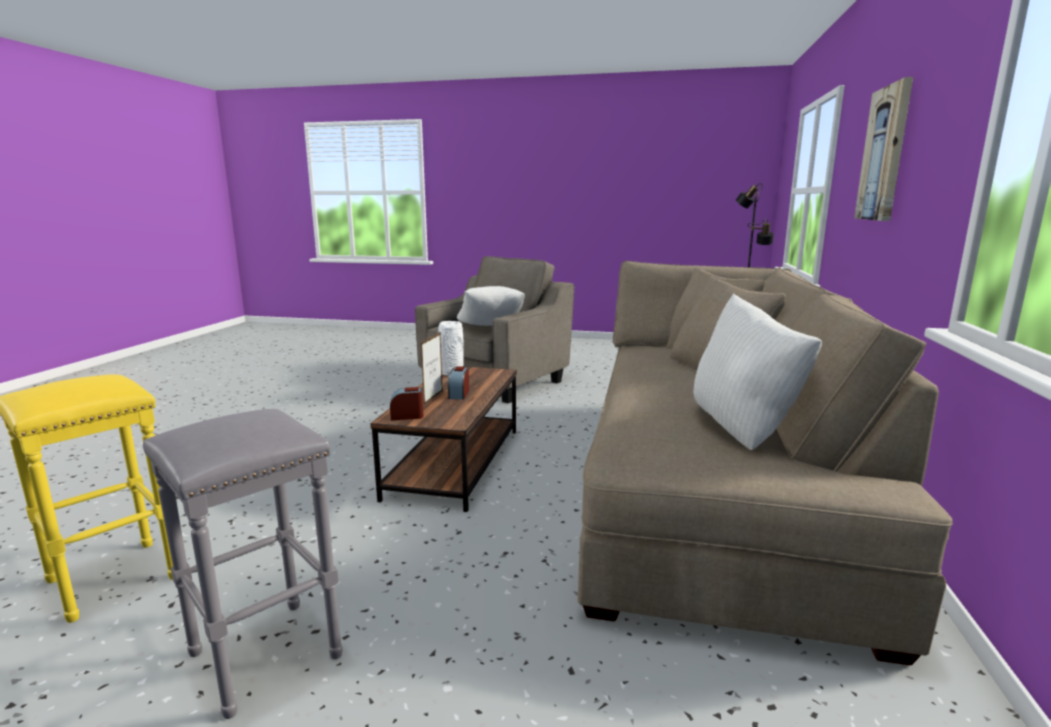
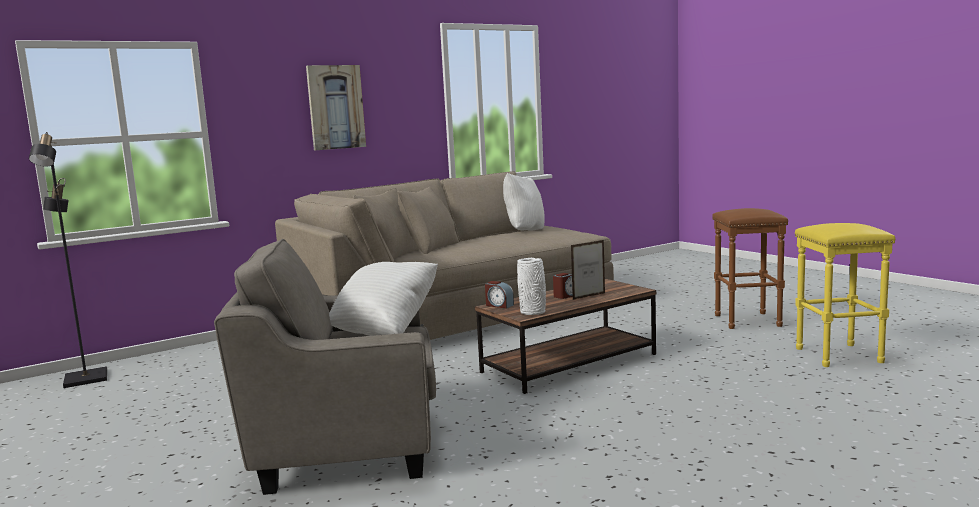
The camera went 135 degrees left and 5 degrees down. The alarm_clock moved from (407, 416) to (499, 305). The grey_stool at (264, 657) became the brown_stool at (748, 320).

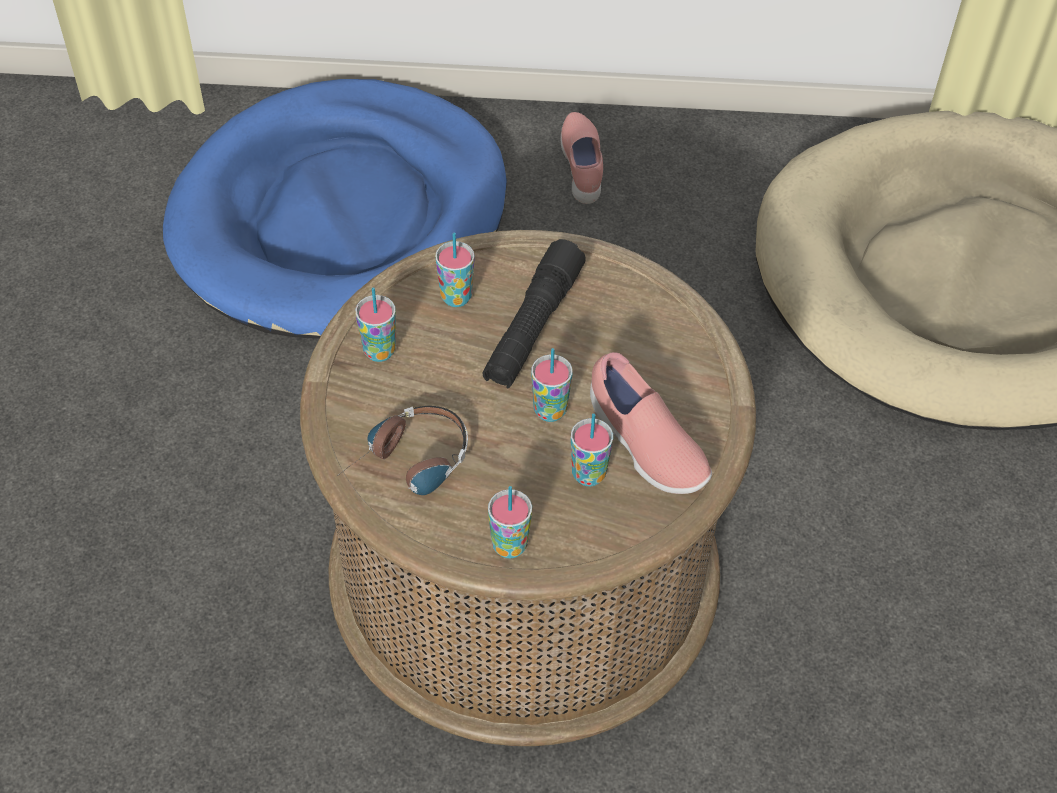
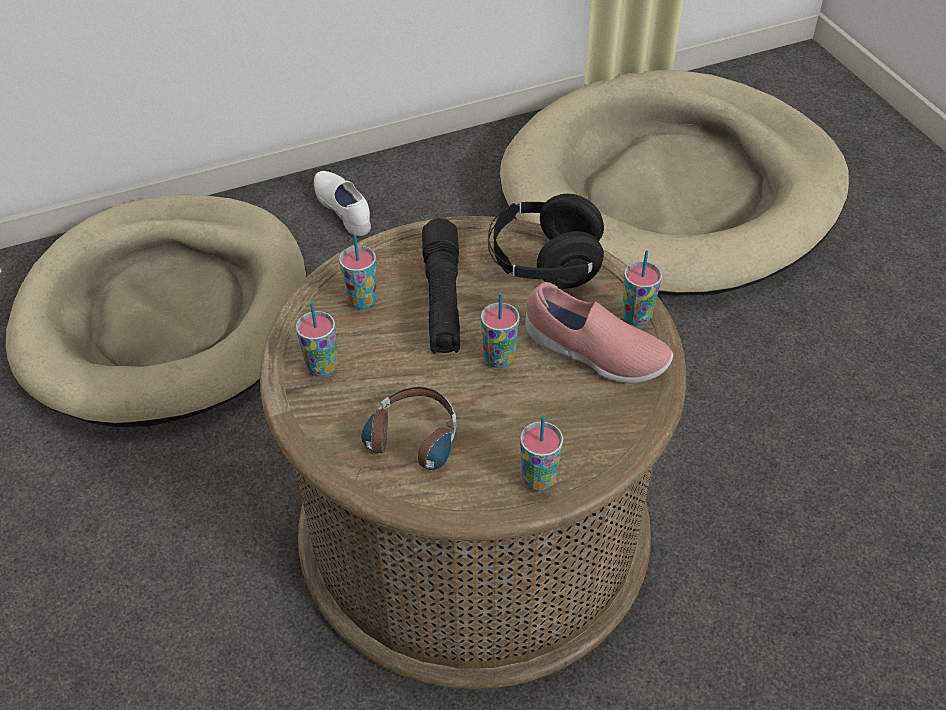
The camera went 25 degrees left and 5 degrees down. The blue_dog_bed at (341, 218) became the beige_dog_bed at (167, 314). The pink_shoe at (583, 167) became the white_shoe at (345, 211). The cup moved from (588, 474) to (636, 317). The black_headphones at (544, 264) appeared.

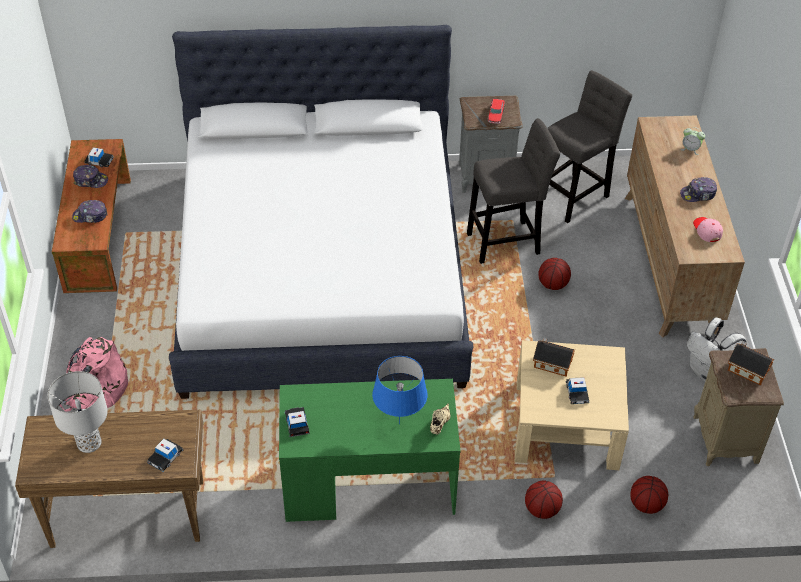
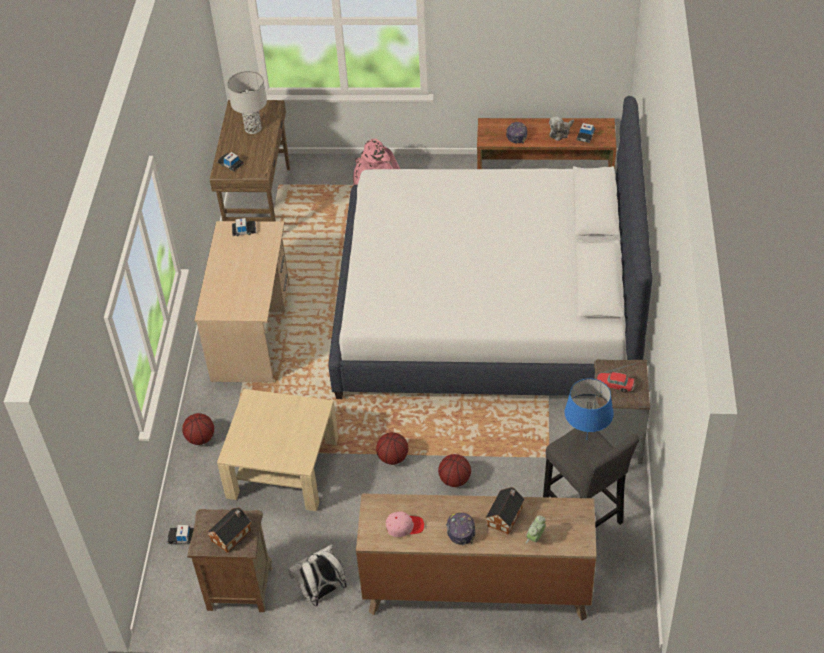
The camera went 100 degrees right and 0 degrees up. The grey_stool at (507, 242) disappeared. The cap at (91, 180) was replaced by the plush_toy at (560, 132). The toy_house moved from (551, 363) to (506, 516). The blue_table_lamp moved from (399, 424) to (586, 440). The toy_car moved from (577, 393) to (182, 537). The green_desk at (368, 485) became the beige_desk at (251, 331). The beige_shoe at (439, 424) disappeared. The basketball moved from (646, 505) to (393, 457).

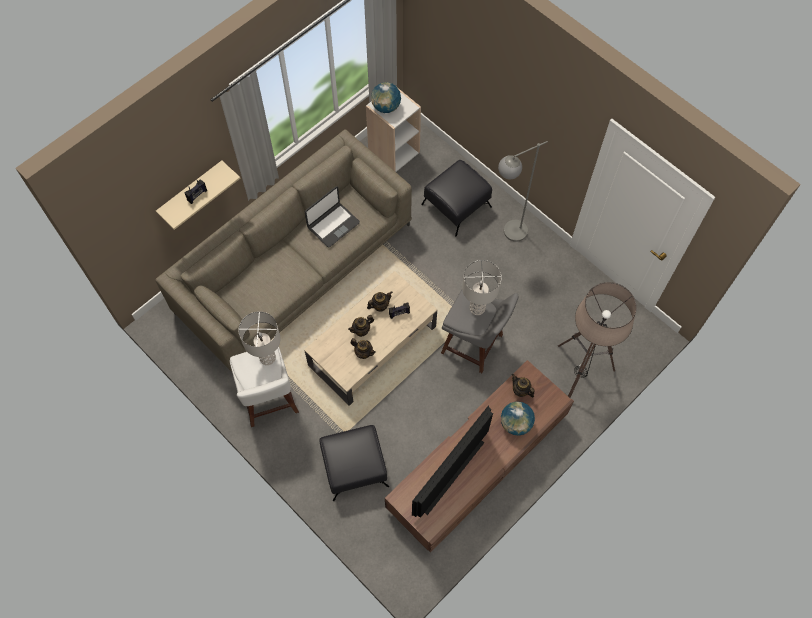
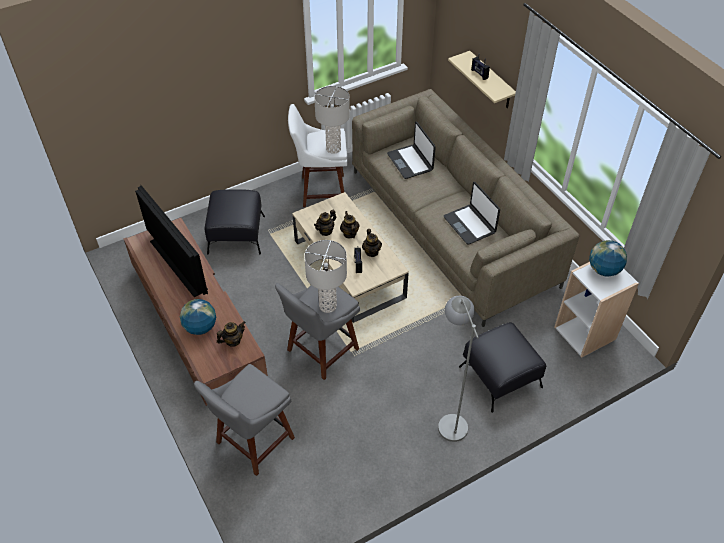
The camera went 105 degrees right and 15 degrees down. The floor_lamp at (580, 372) was replaced by the grey_stool at (252, 442). The laptop at (410, 162) appeared.

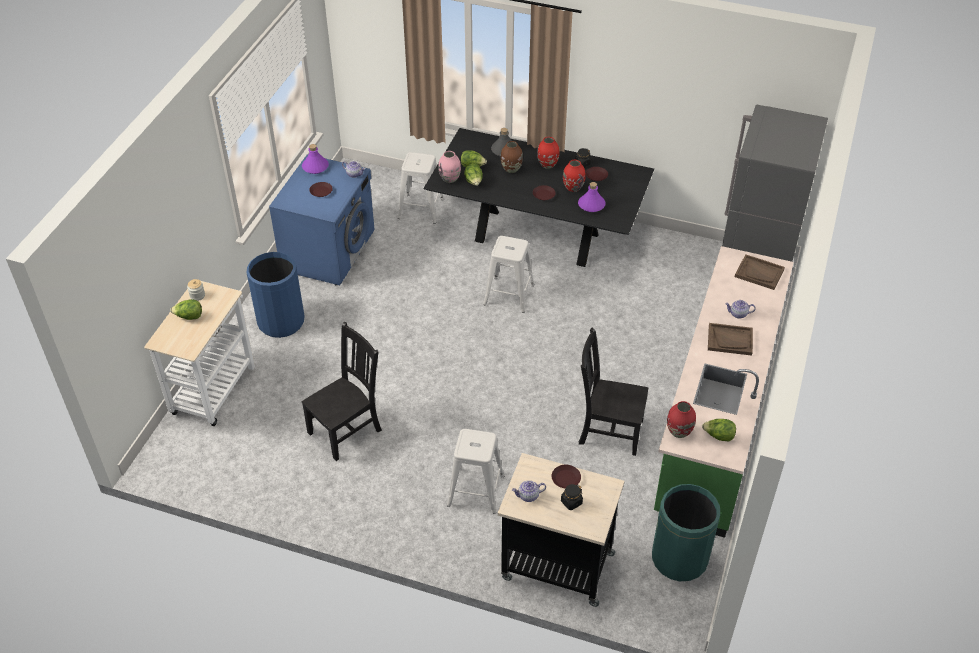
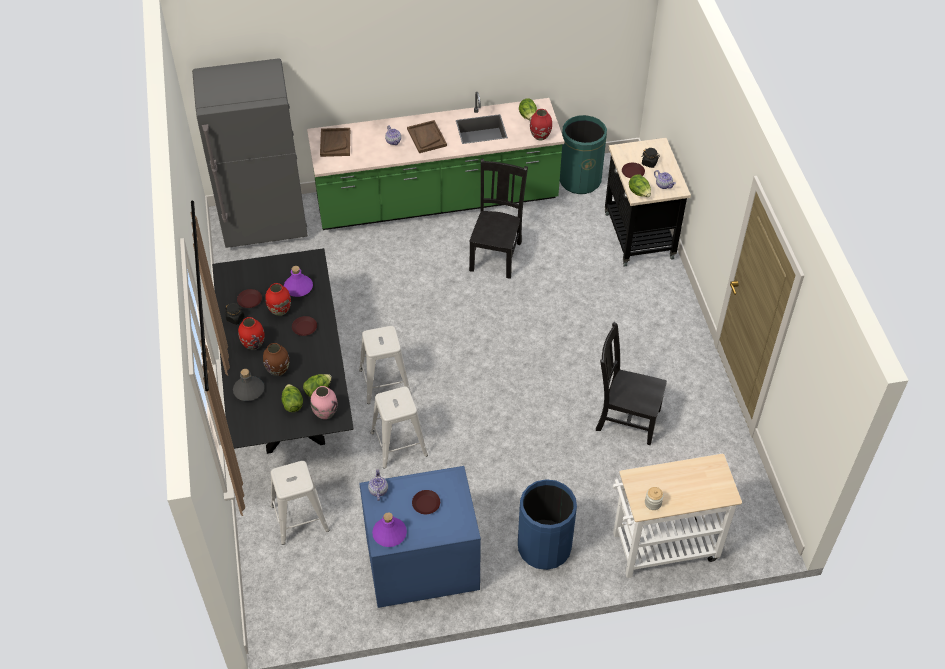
The camera went 120 degrees left and 5 degrees up. The lettuce moved from (189, 317) to (639, 193). The black_chair at (608, 431) turned 150 degrees counterclockwise. The white_stool moved from (475, 490) to (399, 444).

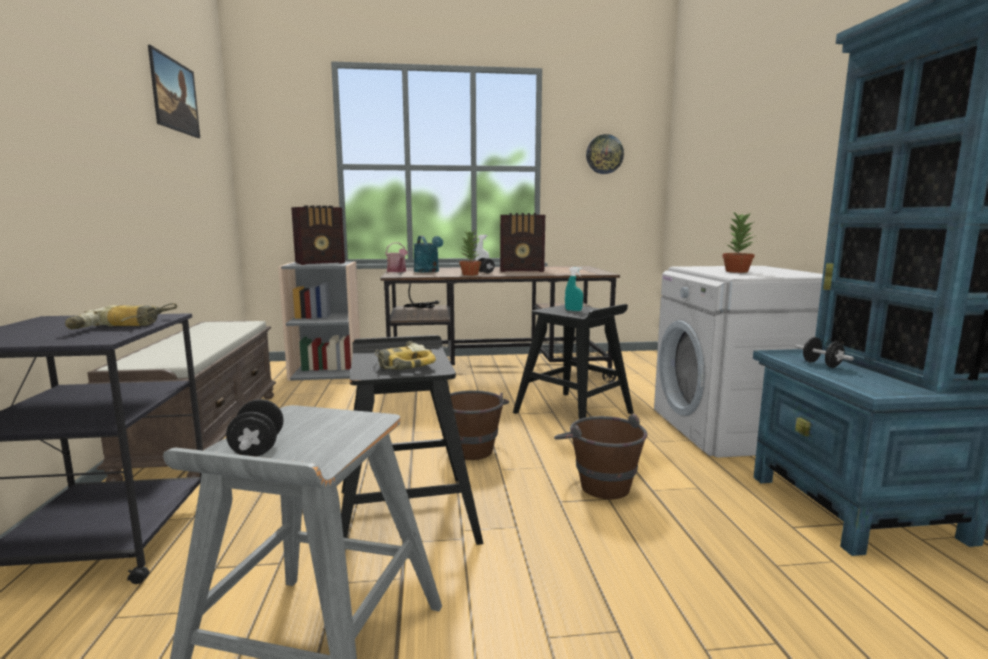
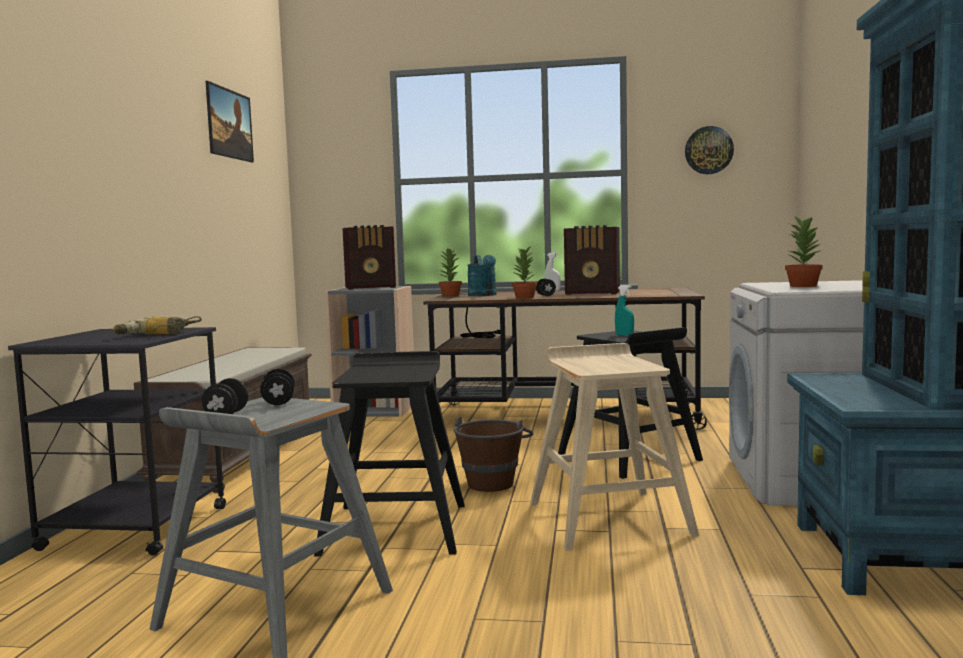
The camera went 15 degrees right and 5 degrees down. The watering_can at (397, 271) was replaced by the potted_plant at (450, 295). The black_dumbbell moved from (821, 365) to (278, 402). The power_drill at (401, 365) disappeared. The brown_bucket at (598, 482) was replaced by the beige_stool at (608, 518).

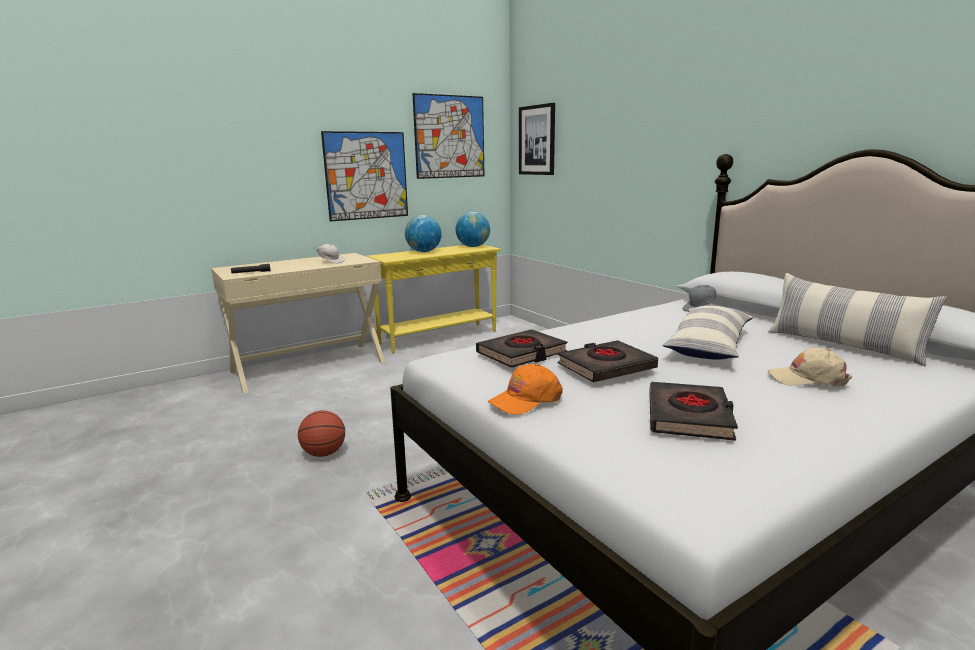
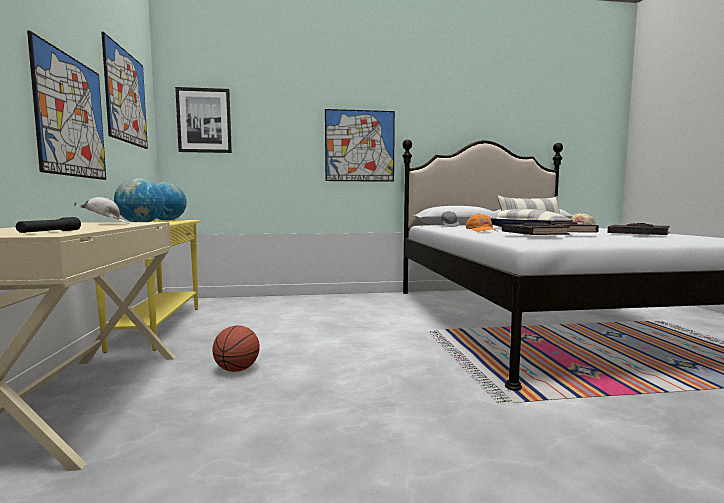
The camera went 65 degrees left and 10 degrees down. The orange_cap moved from (525, 400) to (481, 230). The basketball moved from (324, 453) to (237, 369). The picture at (359, 146) appeared.

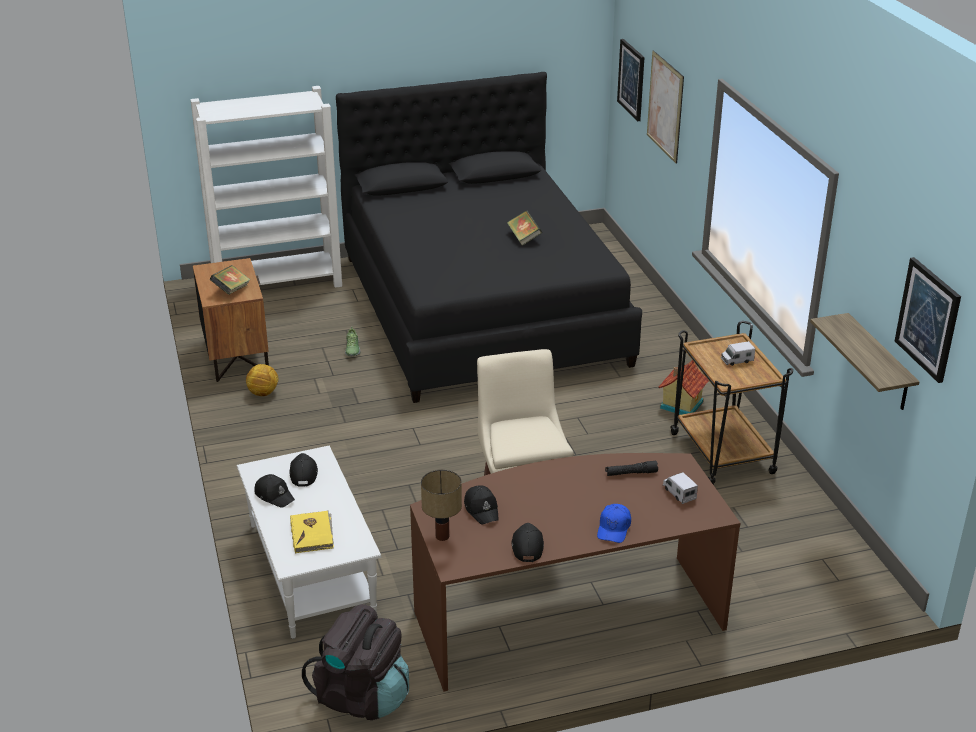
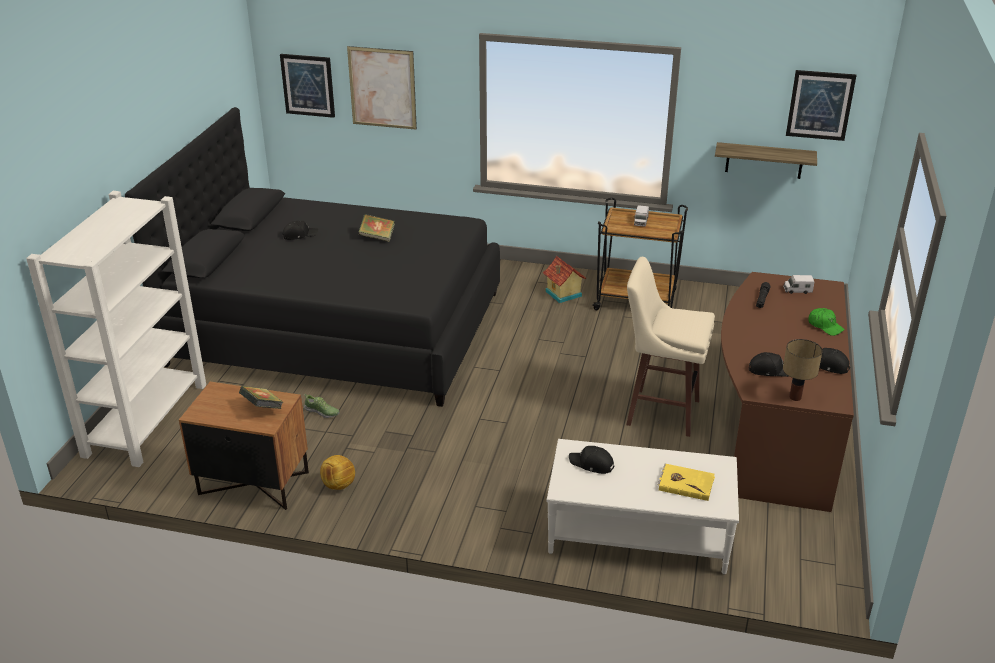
The camera went 60 degrees left and 0 degrees up. The black_cap moved from (274, 495) to (299, 235). The blue_cap at (614, 528) became the green_cap at (825, 326). The black_backpack at (362, 696) disappeared.

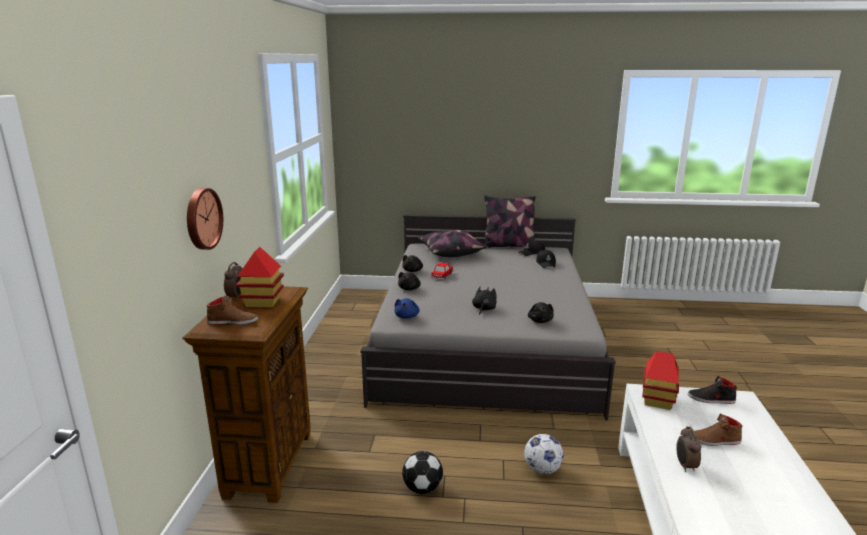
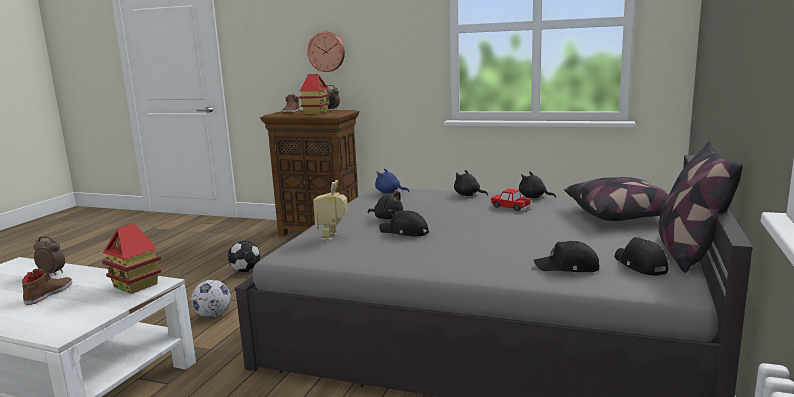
The camera went 105 degrees right and 5 degrees down. The black_plush_toy at (540, 320) was replaced by the toy_robot at (333, 237). The black_shoe at (711, 399) disappeared. The black_cap at (404, 232) appeared.

